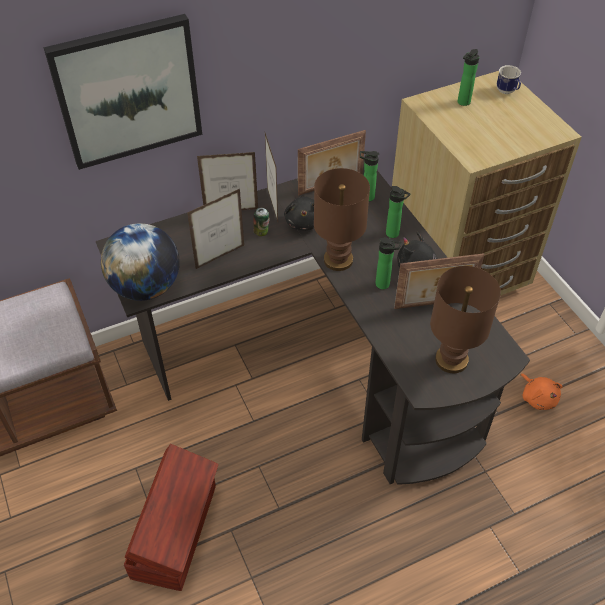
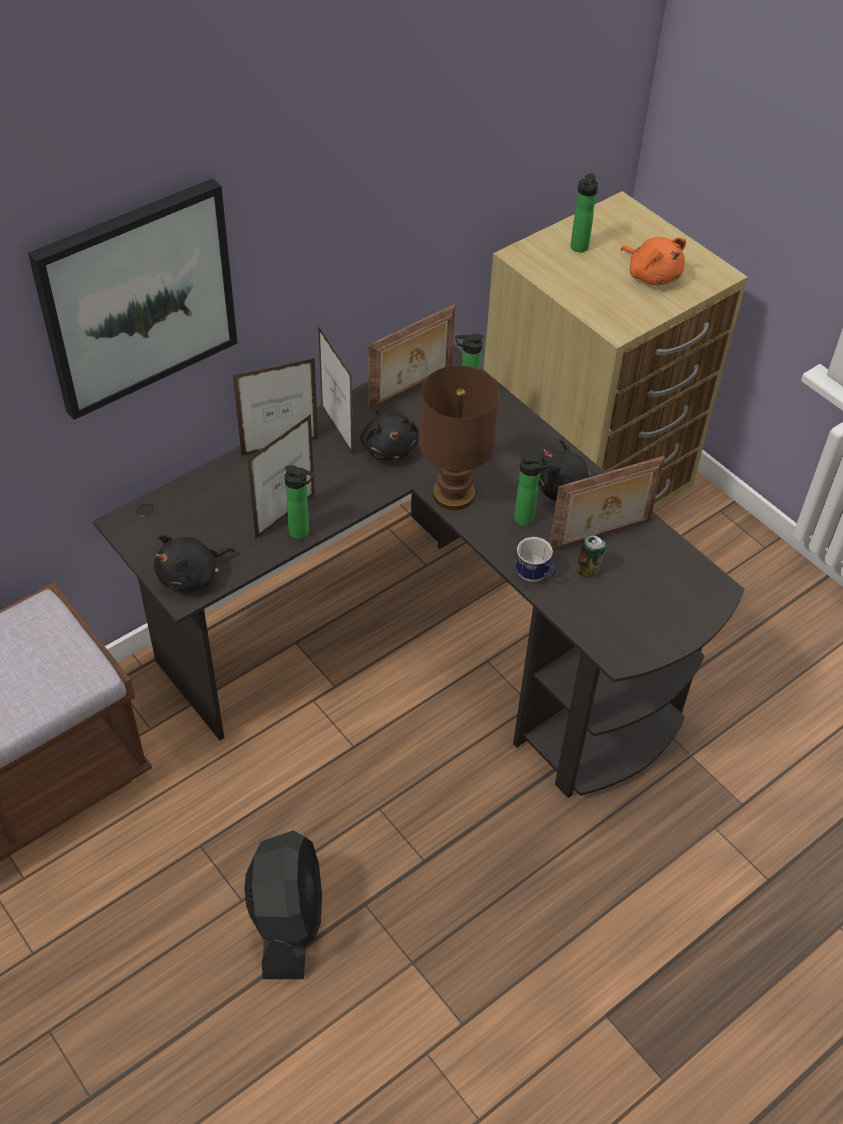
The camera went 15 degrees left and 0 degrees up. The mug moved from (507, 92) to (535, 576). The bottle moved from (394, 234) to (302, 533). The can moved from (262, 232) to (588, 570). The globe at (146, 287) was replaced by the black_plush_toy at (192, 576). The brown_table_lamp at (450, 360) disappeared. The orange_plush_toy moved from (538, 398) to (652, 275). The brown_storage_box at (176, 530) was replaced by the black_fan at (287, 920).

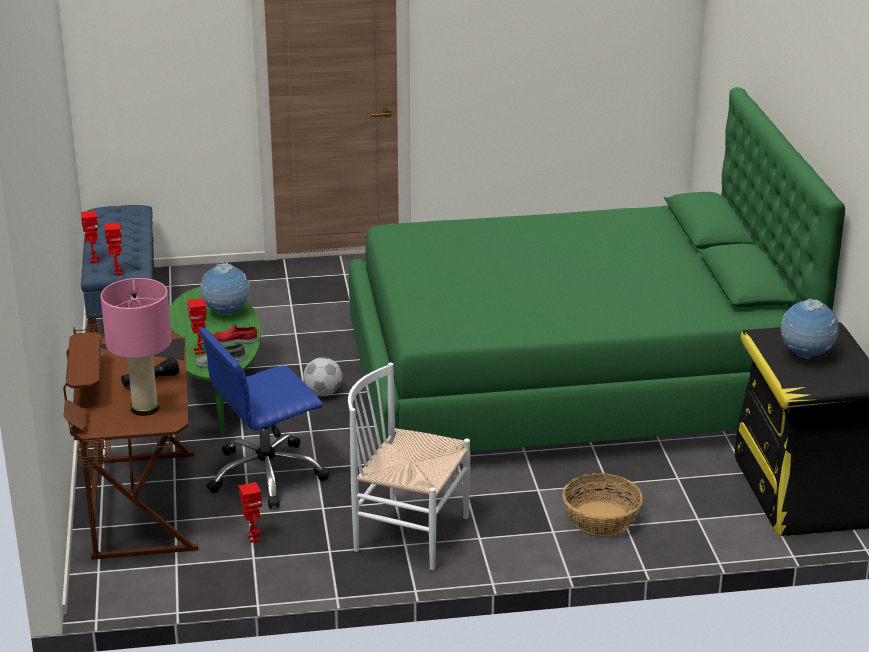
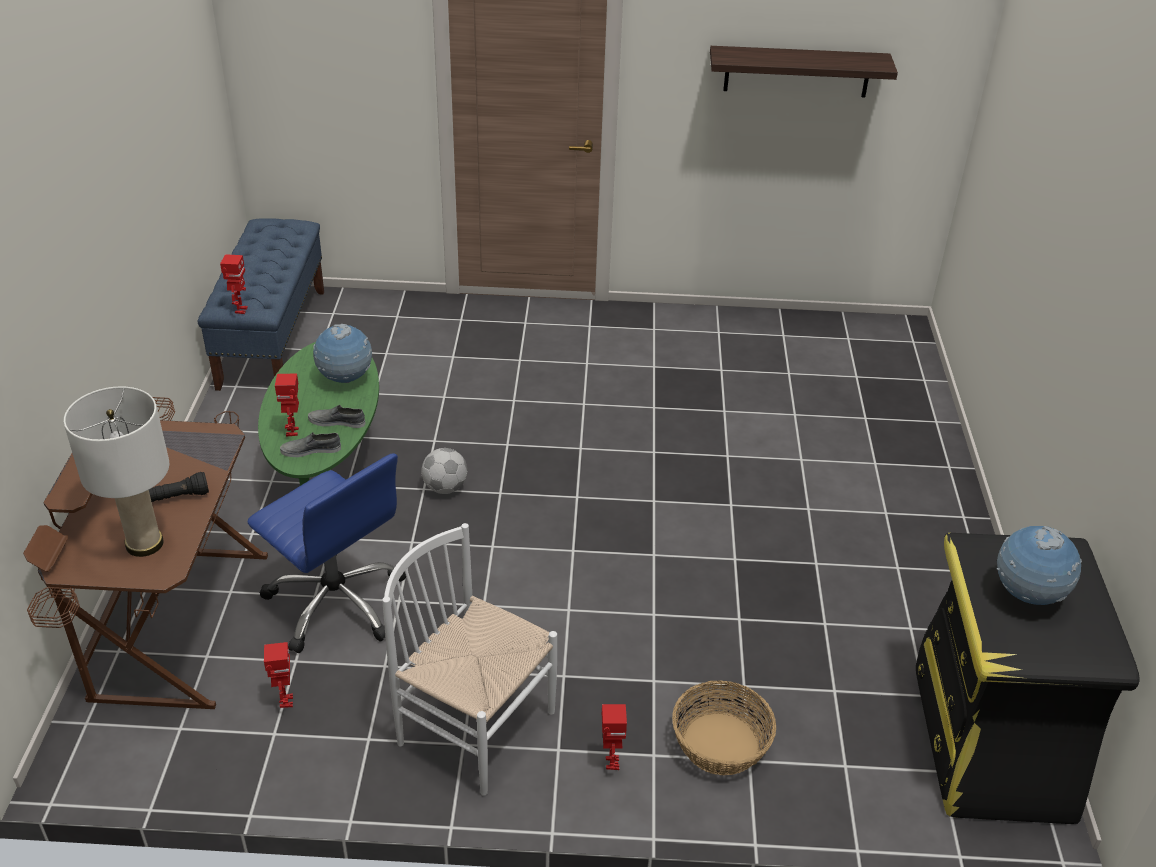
The camera went 10 degrees right and 10 degrees up. The green_bed at (572, 381) disappeared. The toy_robot moved from (93, 260) to (611, 763). The pink_table_lamp at (144, 408) became the white_table_lamp at (144, 544). The red_shoe at (233, 340) became the grey_shoe at (337, 421). The blue_office_chair at (266, 475) turned 120 degrees counterclockwise. The shelf at (797, 71) appeared.

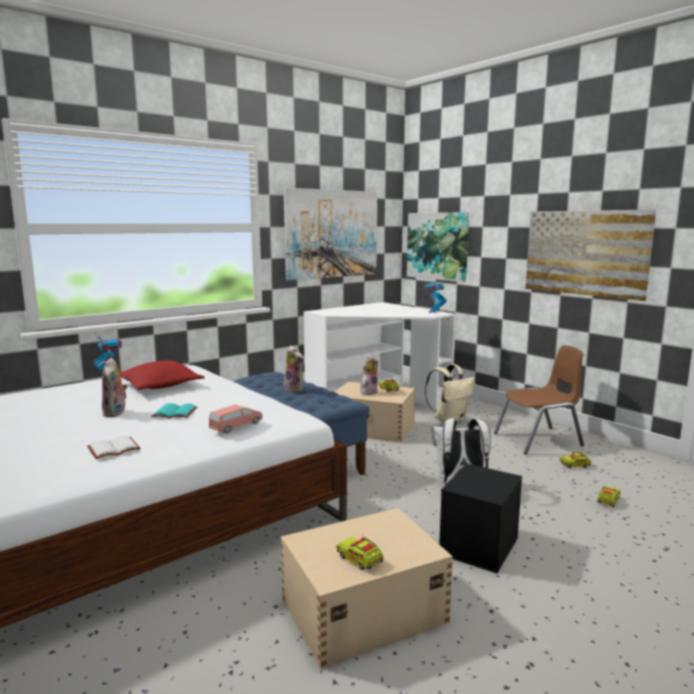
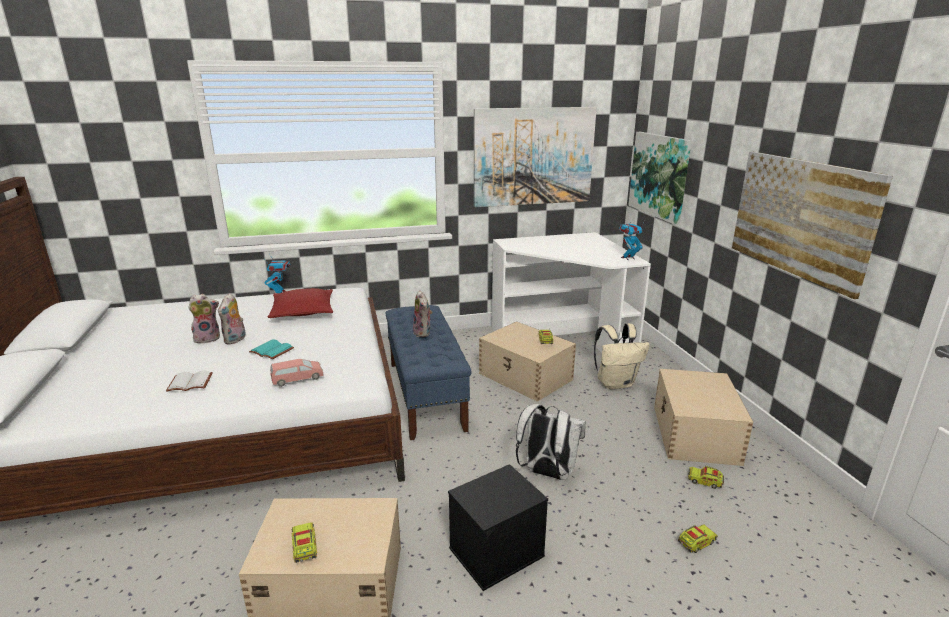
The camera went 25 degrees right and 10 degrees up. The brown_chair at (538, 440) was replaced by the beige_storage_box at (694, 434). The plush_toy moved from (368, 392) to (208, 338).

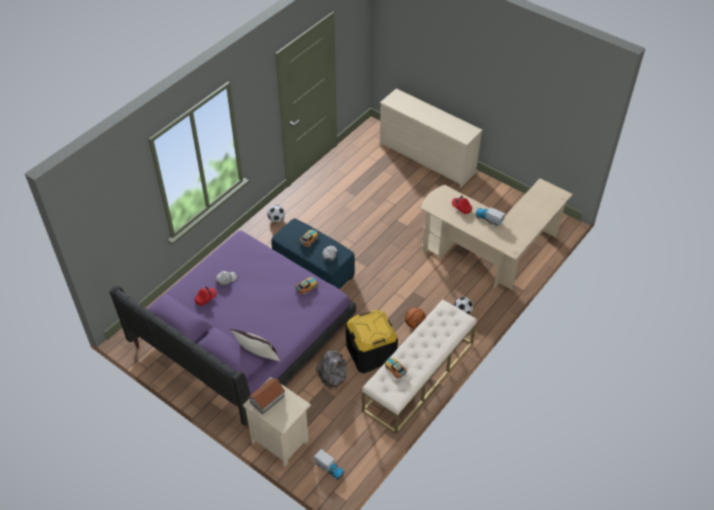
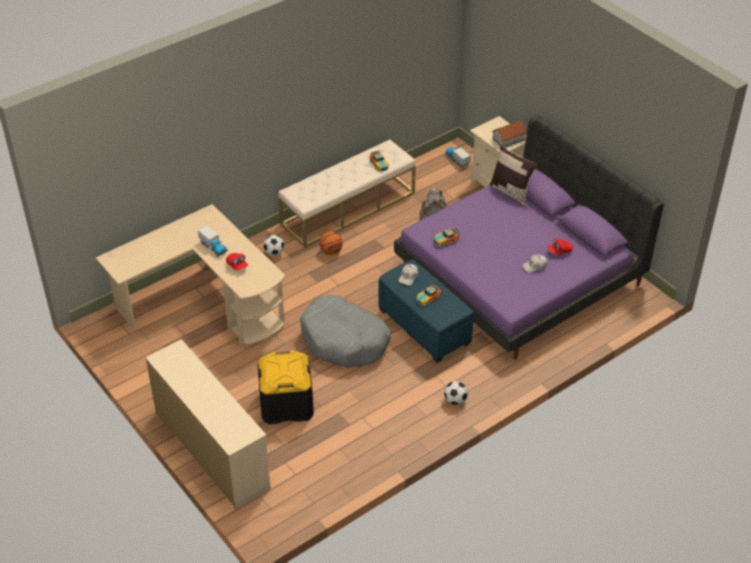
The camera went 165 degrees left and 5 degrees down. The black_storage_box moved from (371, 353) to (286, 404). The grey_dog_bed at (344, 340) appeared.

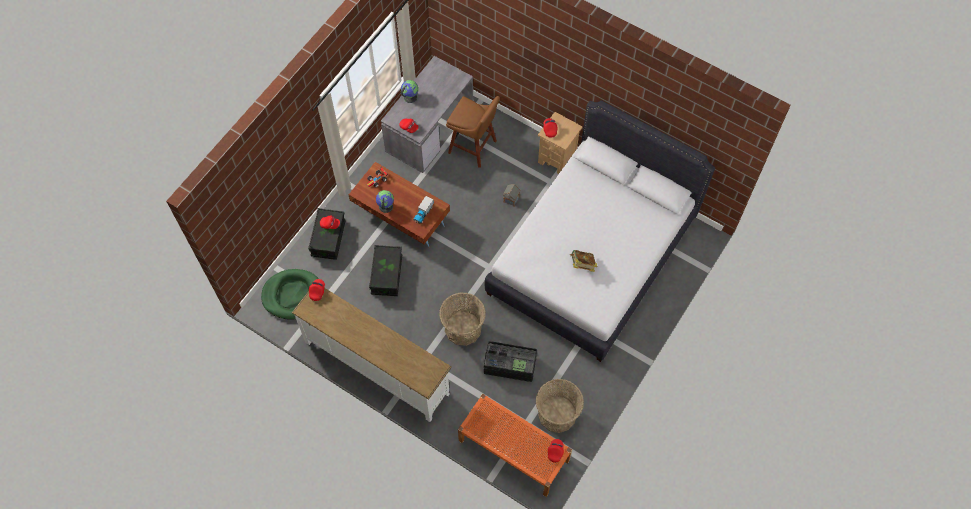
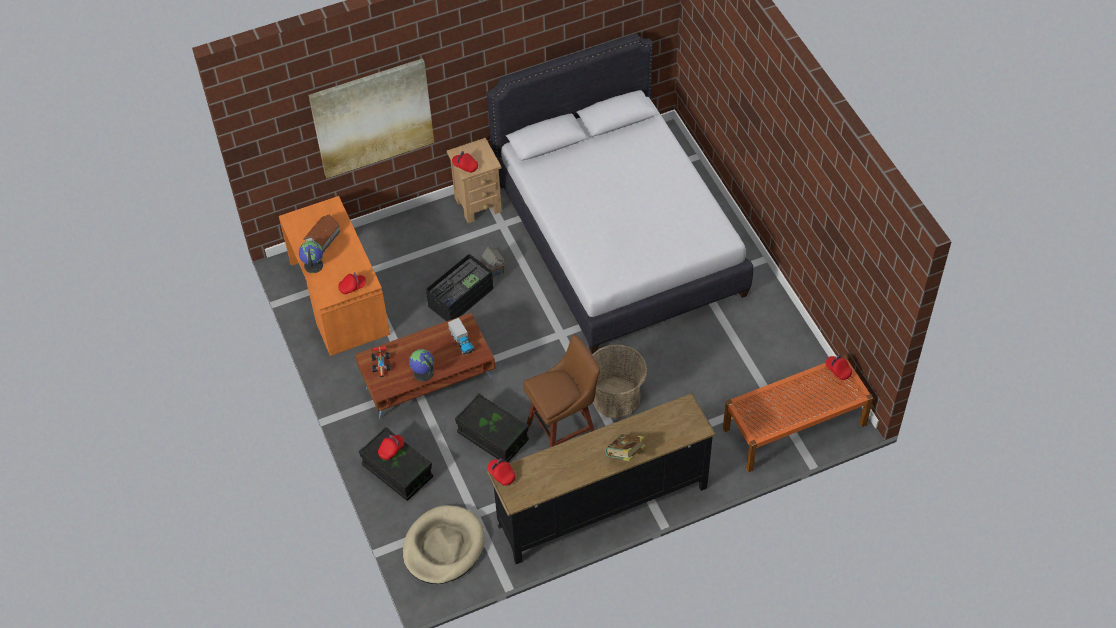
The camera went 55 degrees left and 10 degrees down. The grey_desk at (429, 129) became the orange_desk at (338, 298). The brown_stool moved from (473, 147) to (564, 432). The book moved from (582, 265) to (625, 455). The green_dog_bed at (292, 295) became the beige_dog_bed at (443, 547). The white_dresser at (377, 366) became the black_dresser at (602, 505). The black_storage_box moved from (509, 365) to (461, 297). The basket at (557, 414) disappeared. The picture at (372, 117) appeared. The toy_house at (323, 238) appeared.

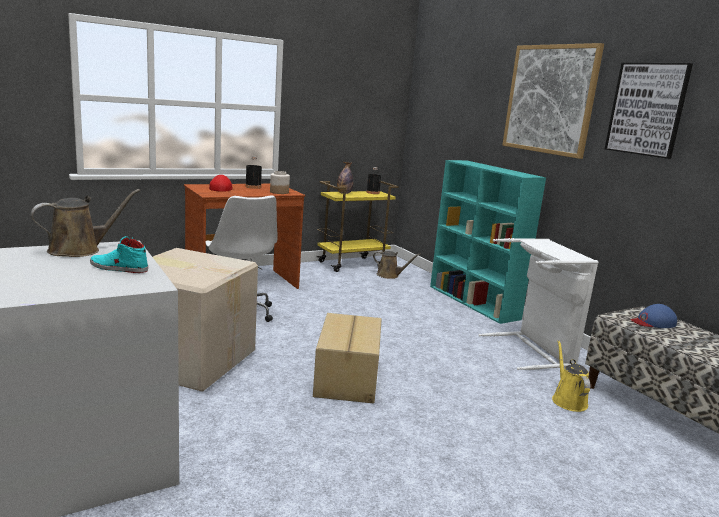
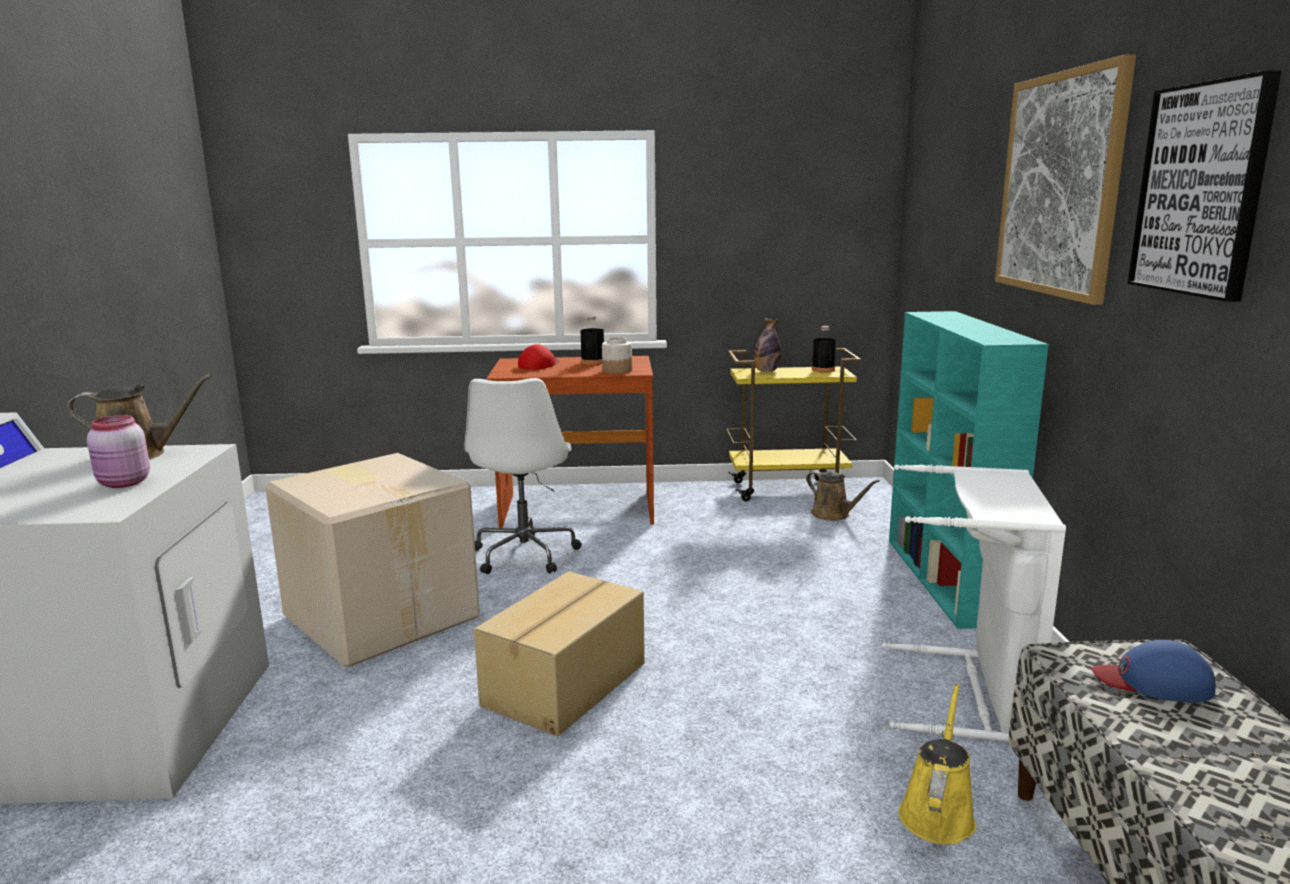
The camera went 30 degrees right and 0 degrees up. The turquoise_shoe at (118, 268) was replaced by the pink_jar at (123, 483).

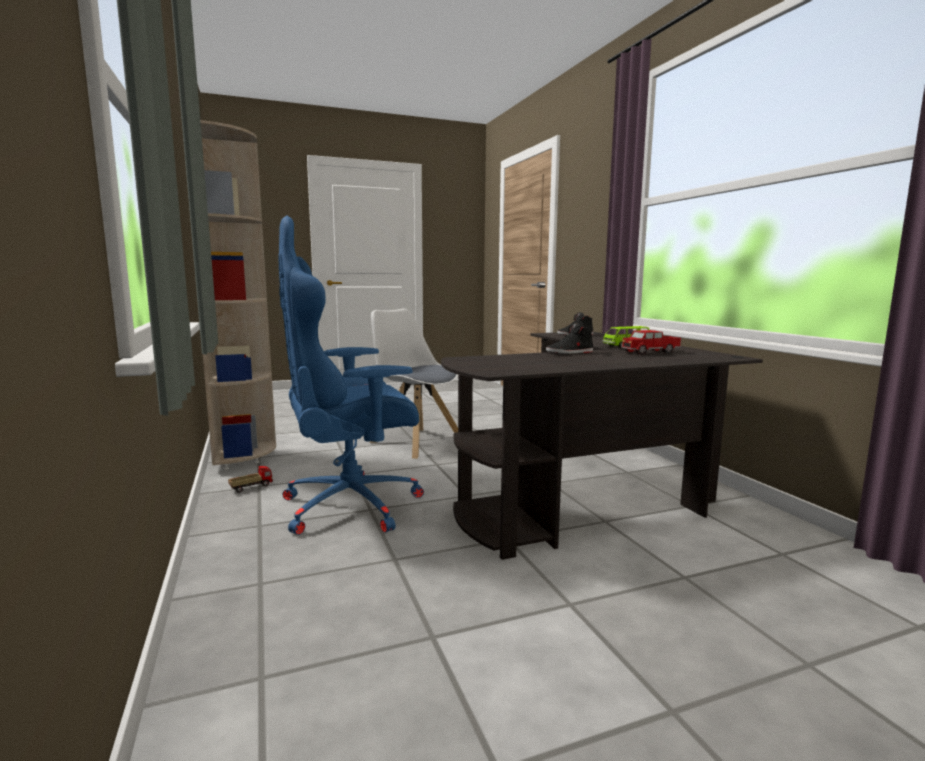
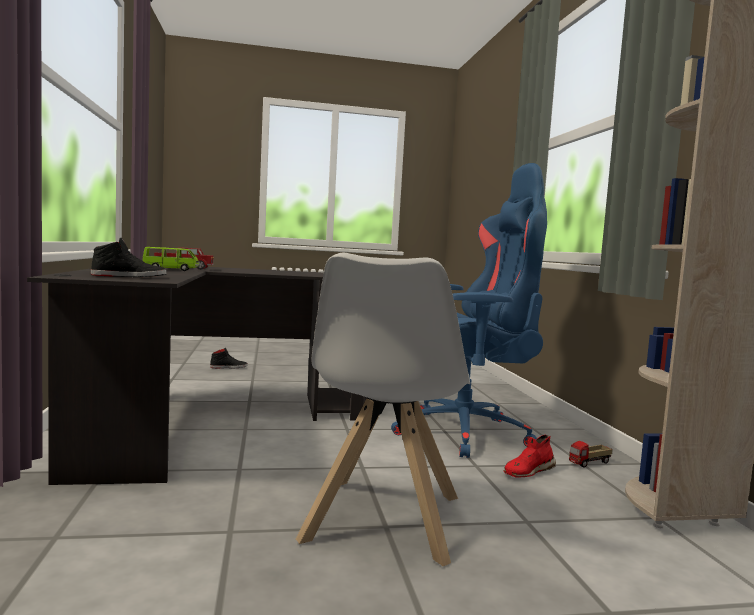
The camera went 170 degrees left and 5 degrees down. The chair at (416, 442) turned 45 degrees clockwise. The black_shoe moved from (570, 352) to (228, 367). The red_shoe at (528, 471) appeared.

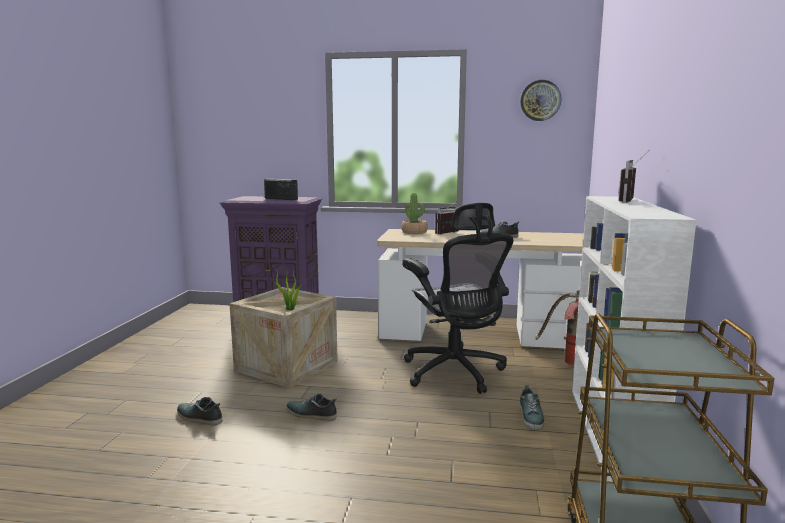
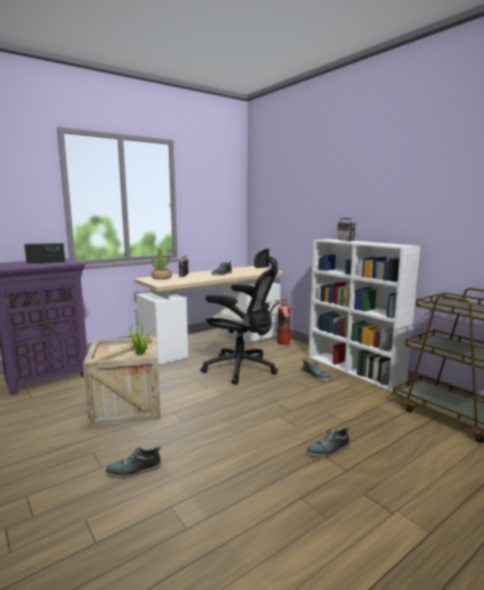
The camera went 45 degrees left and 0 degrees up. The wall_clock at (540, 100) disappeared. The shoe moved from (311, 414) to (328, 450).

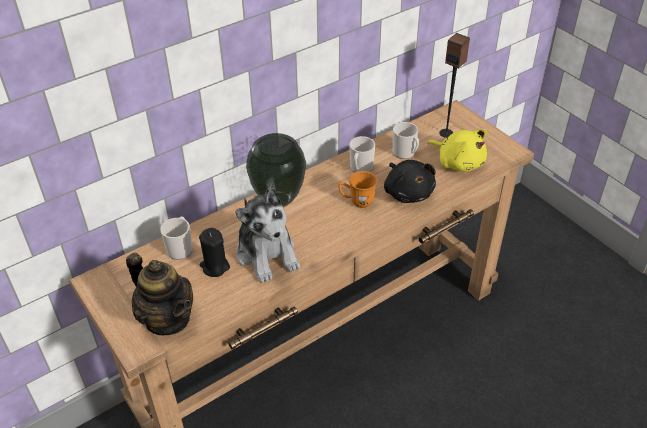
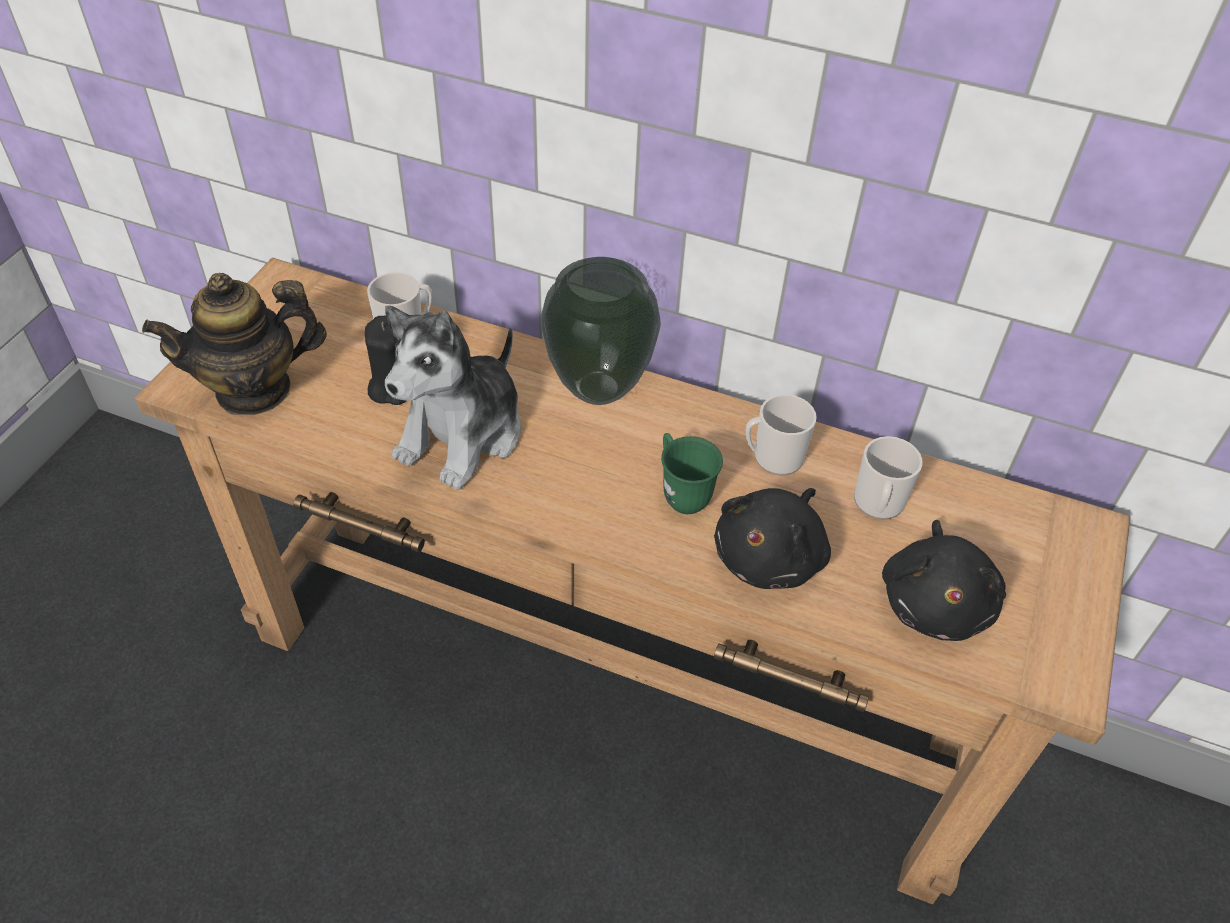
The camera went 55 degrees right and 5 degrees up. The speaker at (446, 133) disappeared. The yellow_plush_toy at (458, 162) became the black_plush_toy at (935, 602). The orange_mug at (357, 201) became the green_mug at (681, 492). The teapot at (167, 319) turned 60 degrees clockwise.

